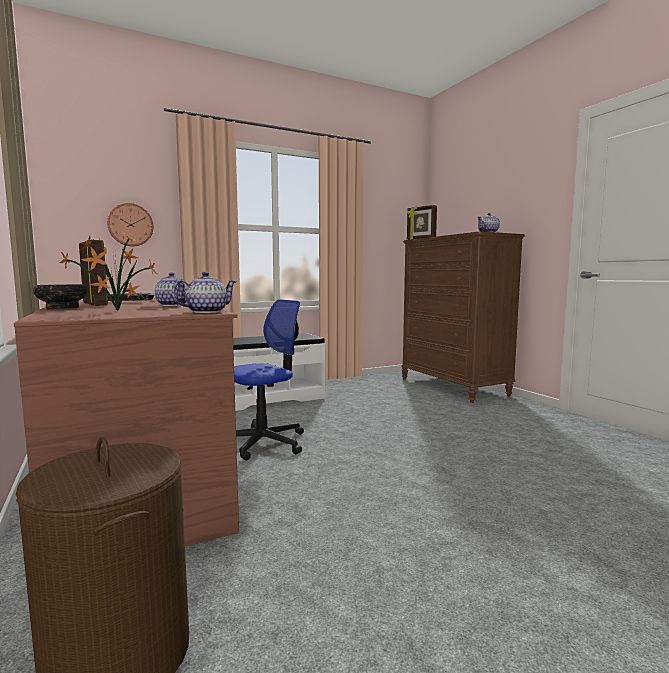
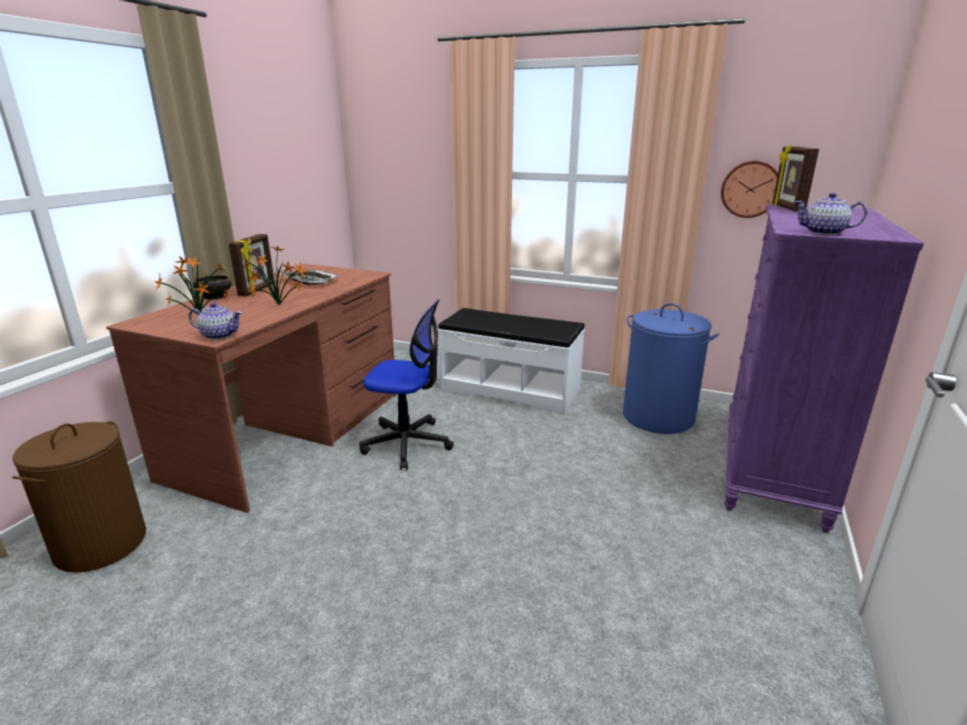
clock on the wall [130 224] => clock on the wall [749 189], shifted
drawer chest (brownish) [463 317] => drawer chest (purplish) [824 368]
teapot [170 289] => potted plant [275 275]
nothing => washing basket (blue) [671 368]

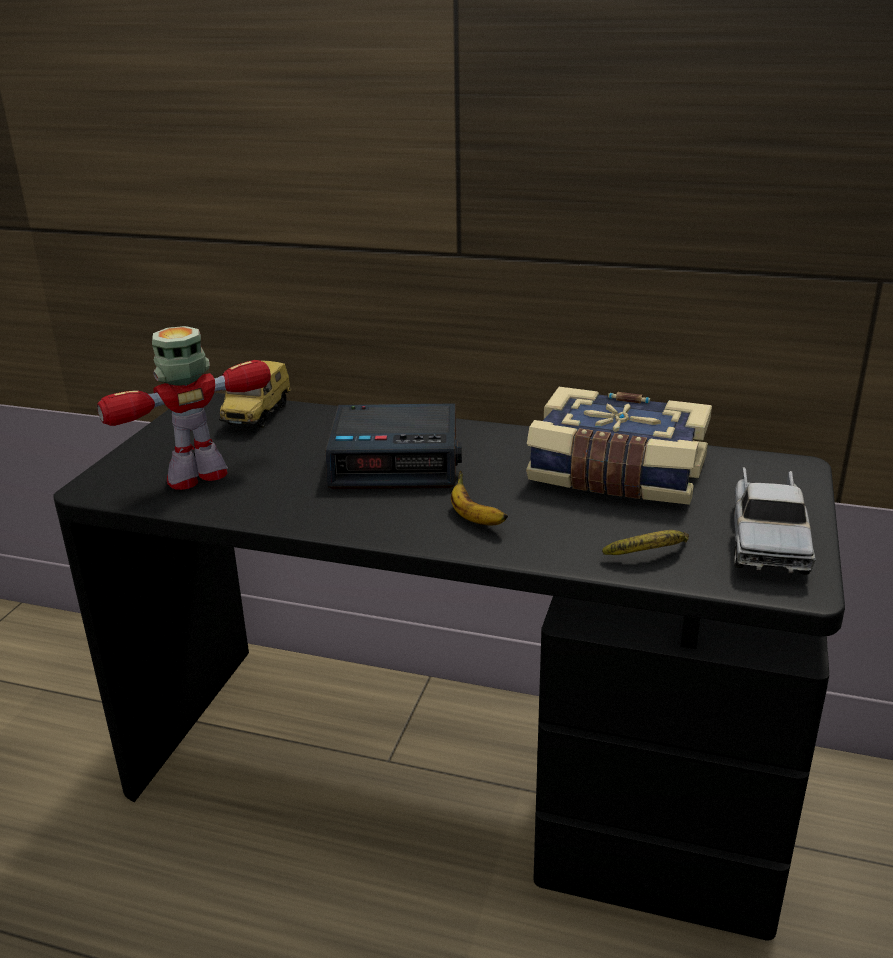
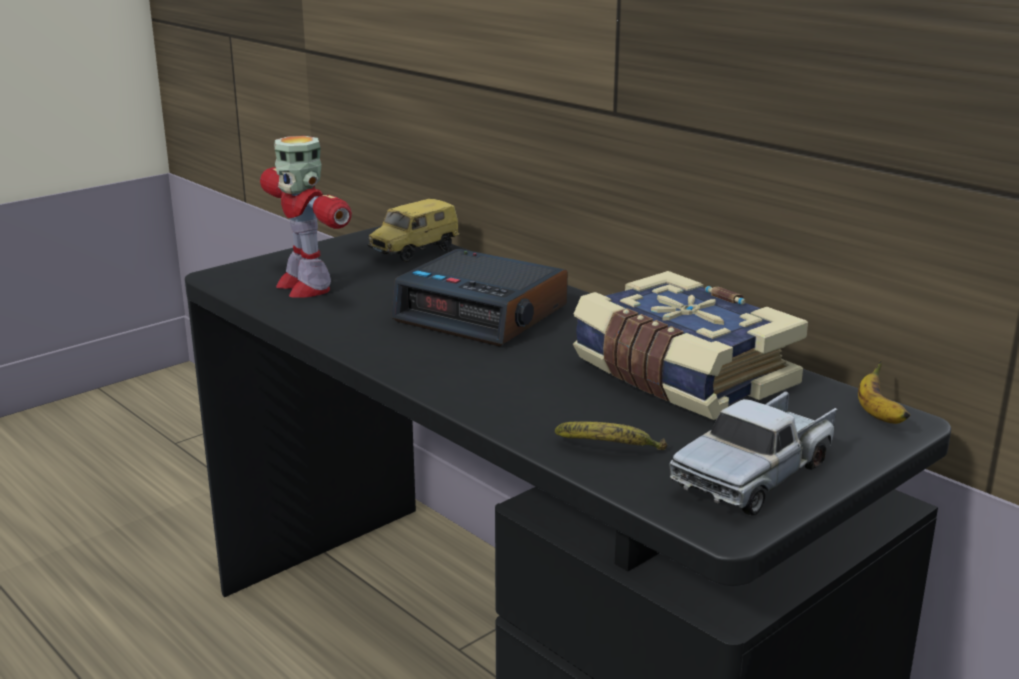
toy robot [184 408] => toy robot [306 217], 120 degrees counterclockwise
whole banana [479 498] => whole banana [884 392], shifted

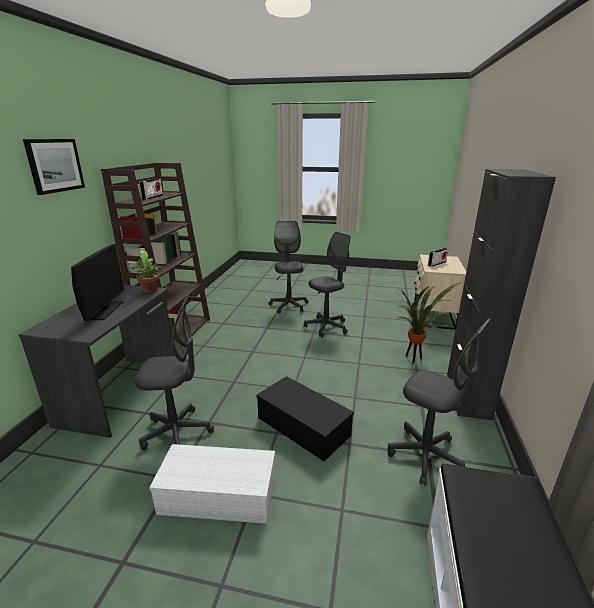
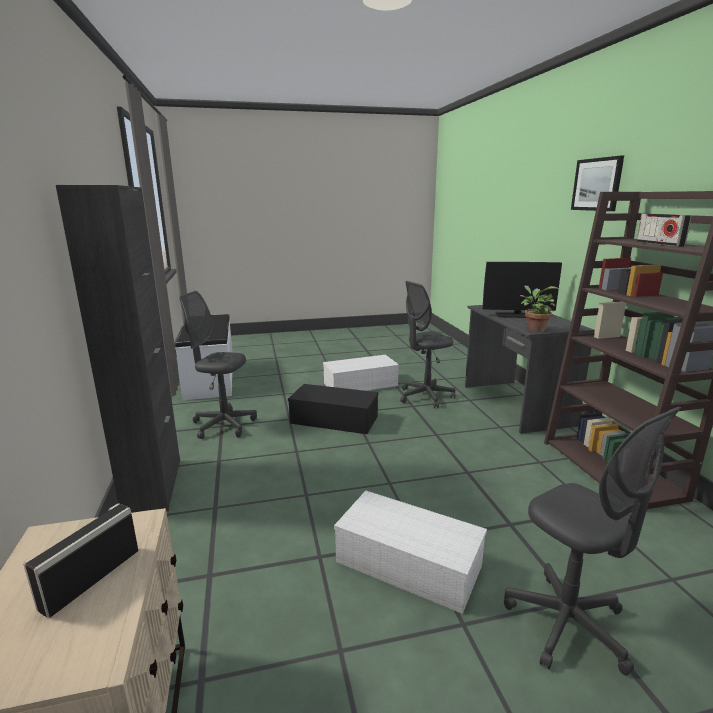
office chair (greyish) [326 285] => storage box (white-coloured) [410 552]
monitor [97 282] => monitor [522 290], 60 degrees counterclockwise
potted plant [428 323] => nothing

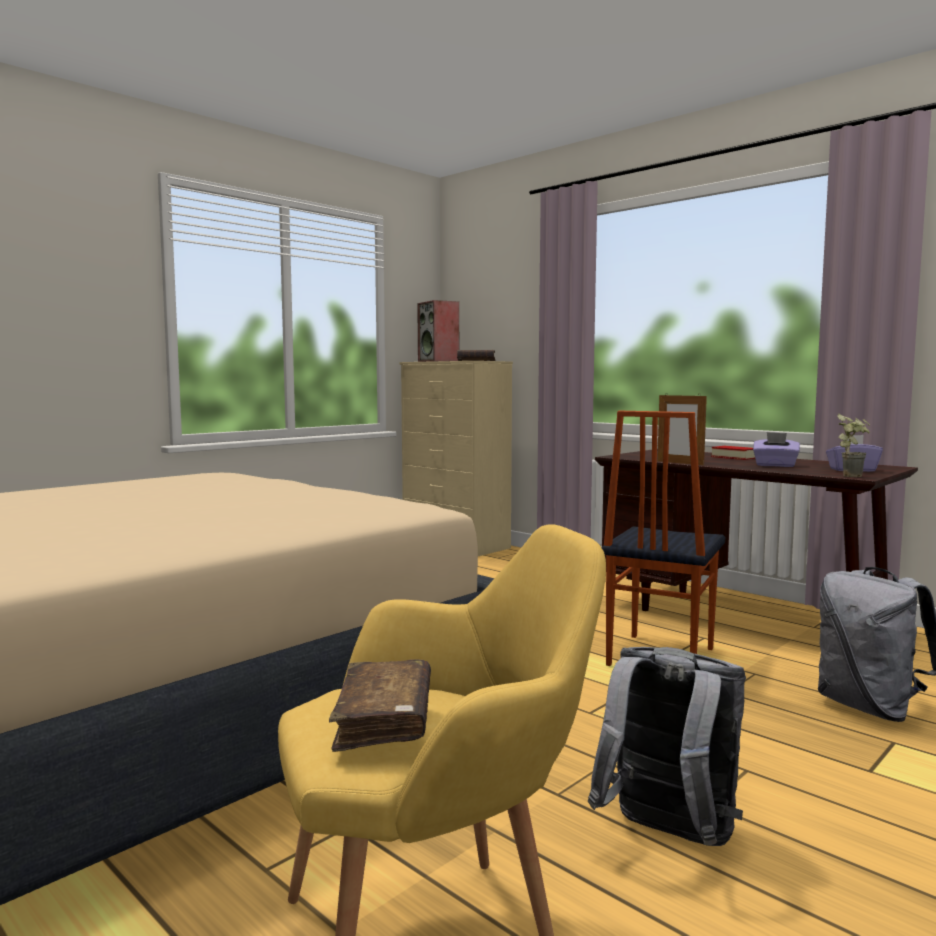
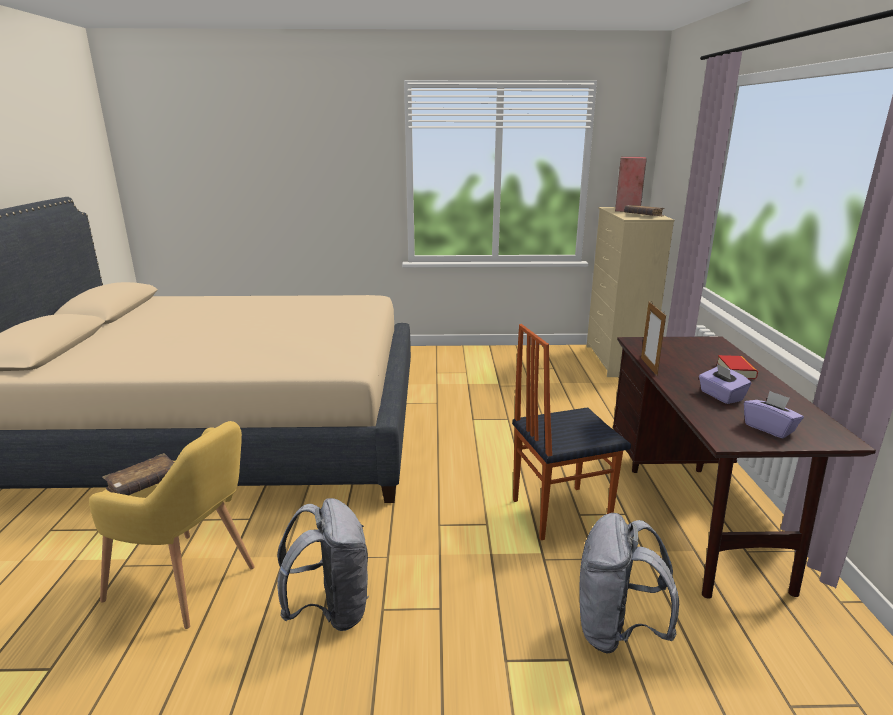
potted plant [853 445] => nothing

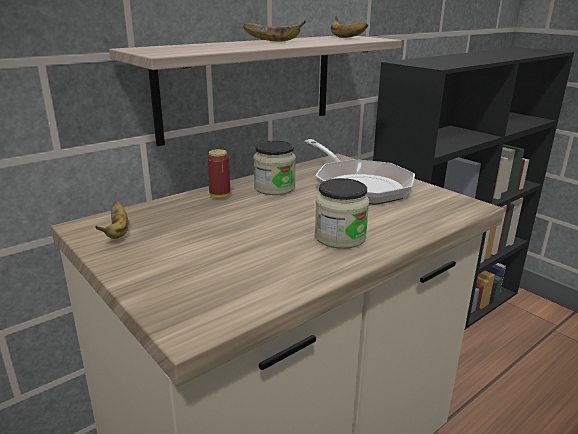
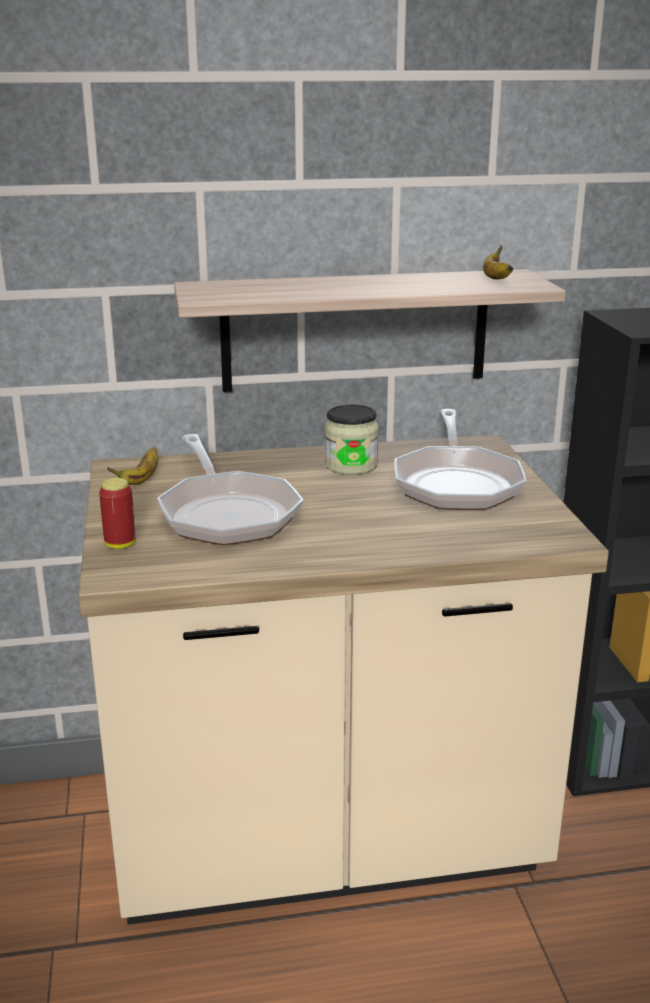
whole banana [274 31] => nothing
sealed can [218 173] => sealed can [117 513], shifted
storage jar [342 213] => nothing
nothing => pan [230 490]

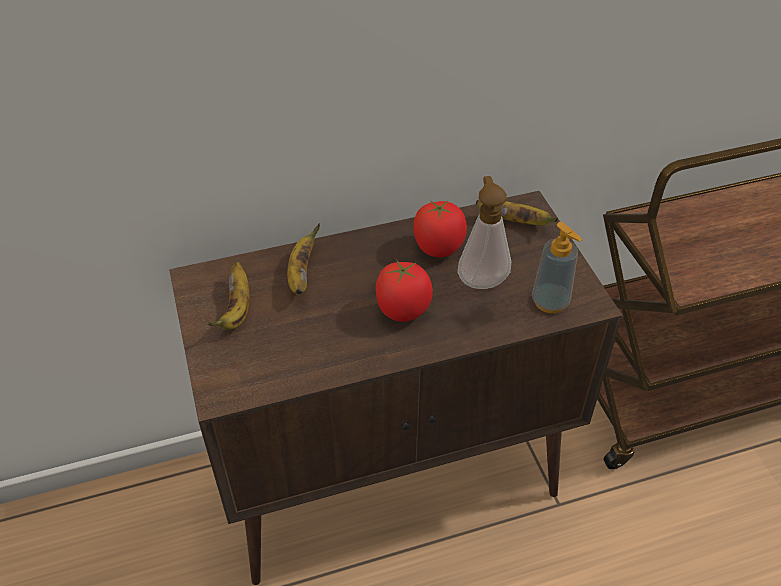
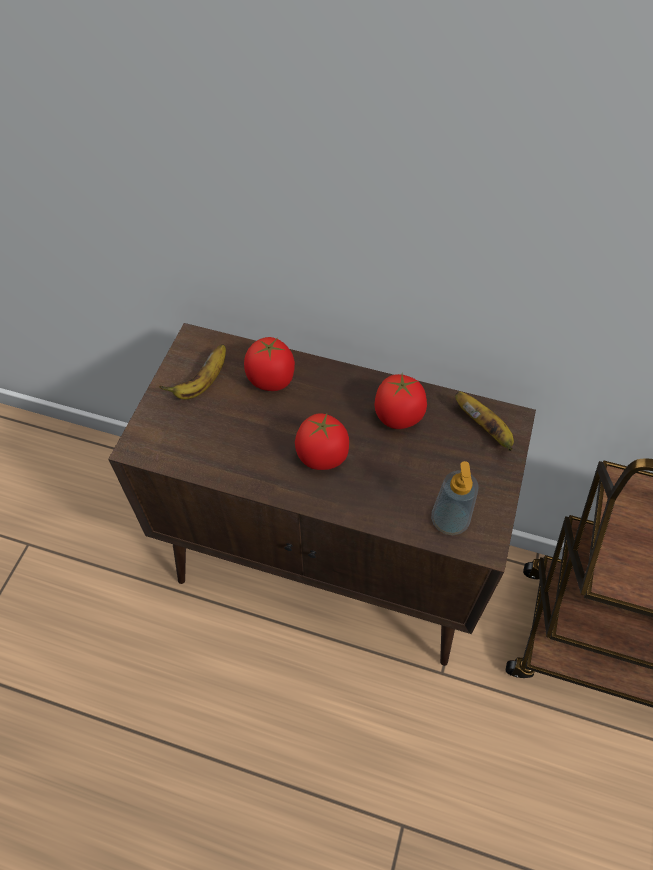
liquid soap bottle [484 232] => nothing
whole banana [303 259] => fresh tomato [269 364]

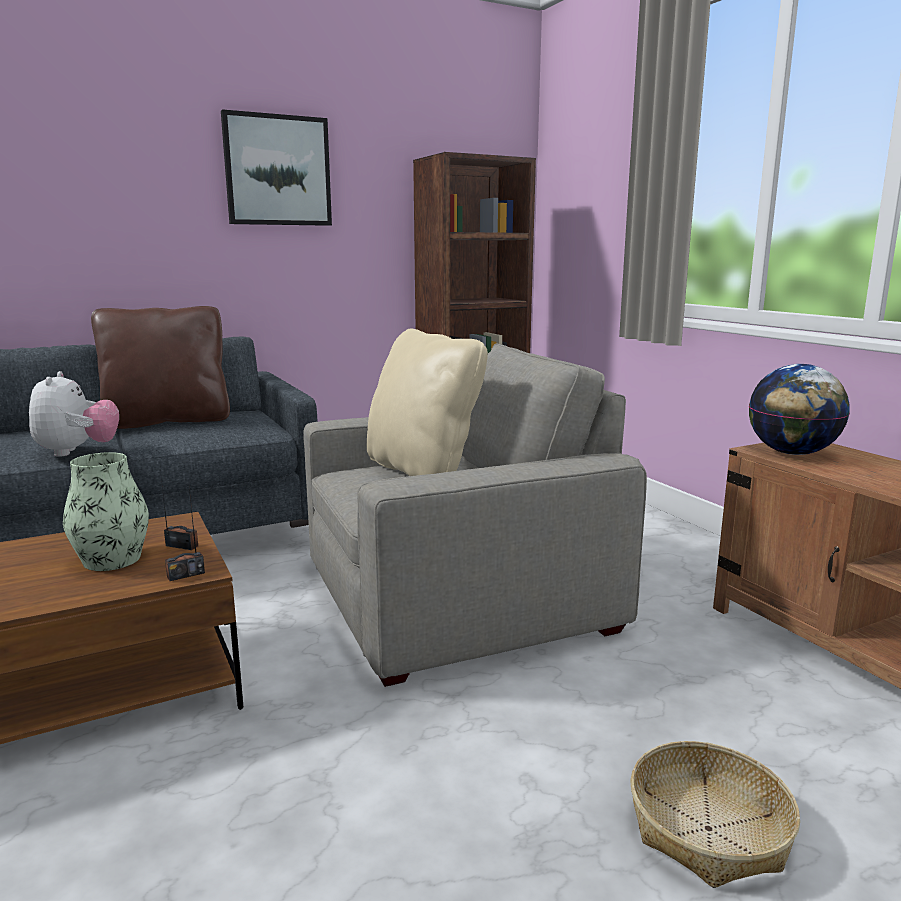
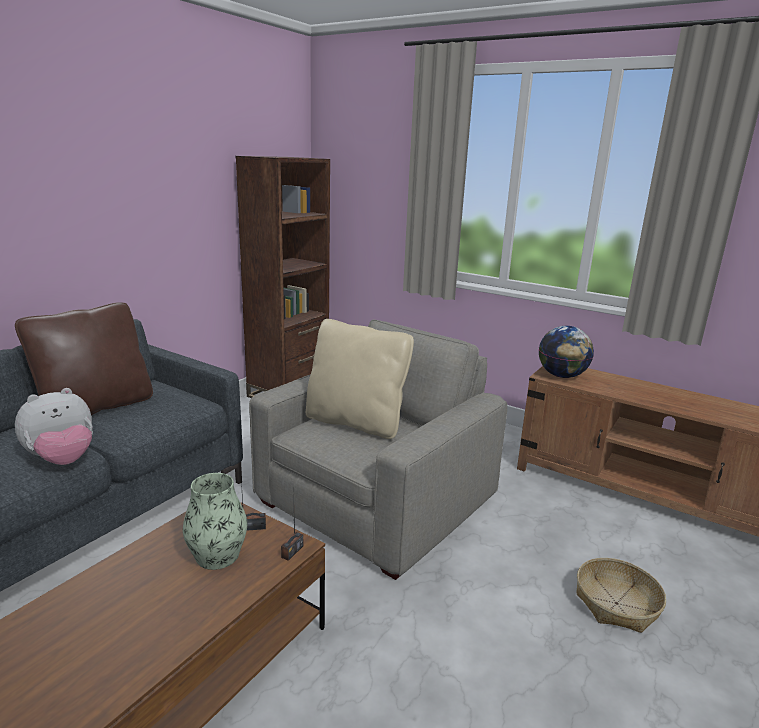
picture [276 167] => nothing
soft toy [74 414] => soft toy [54 426], 90 degrees clockwise

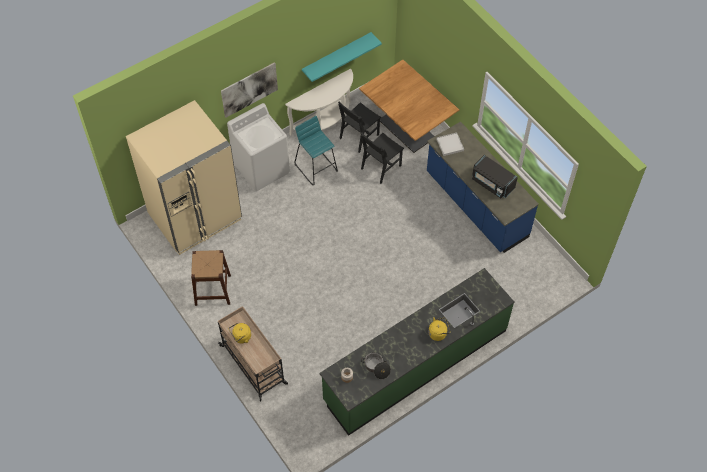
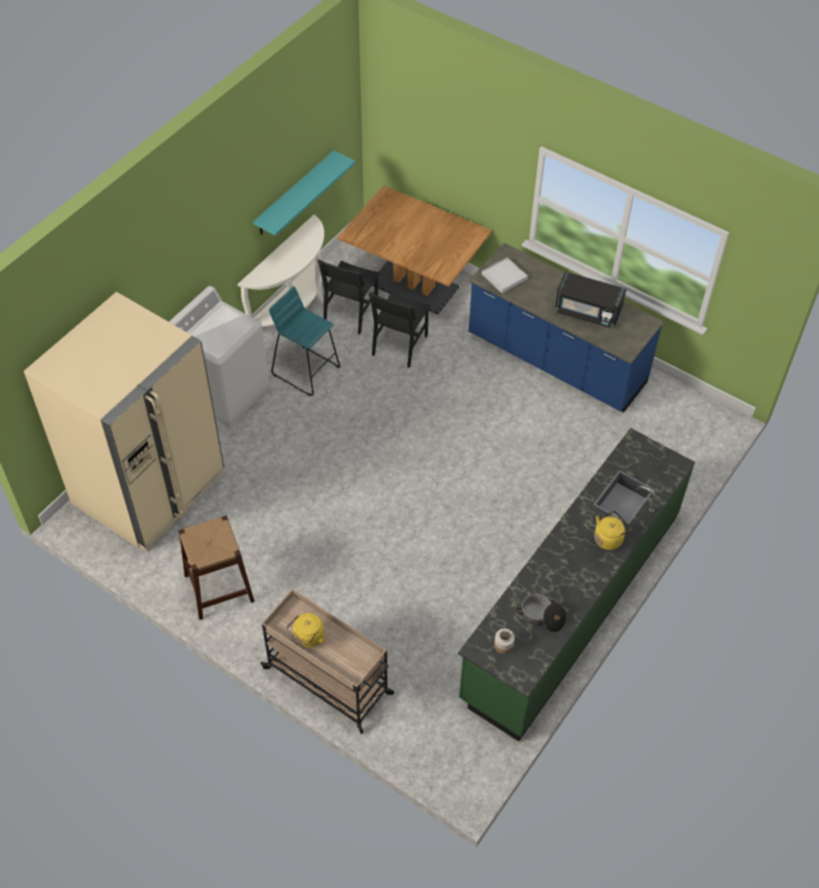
picture [249 90] => nothing

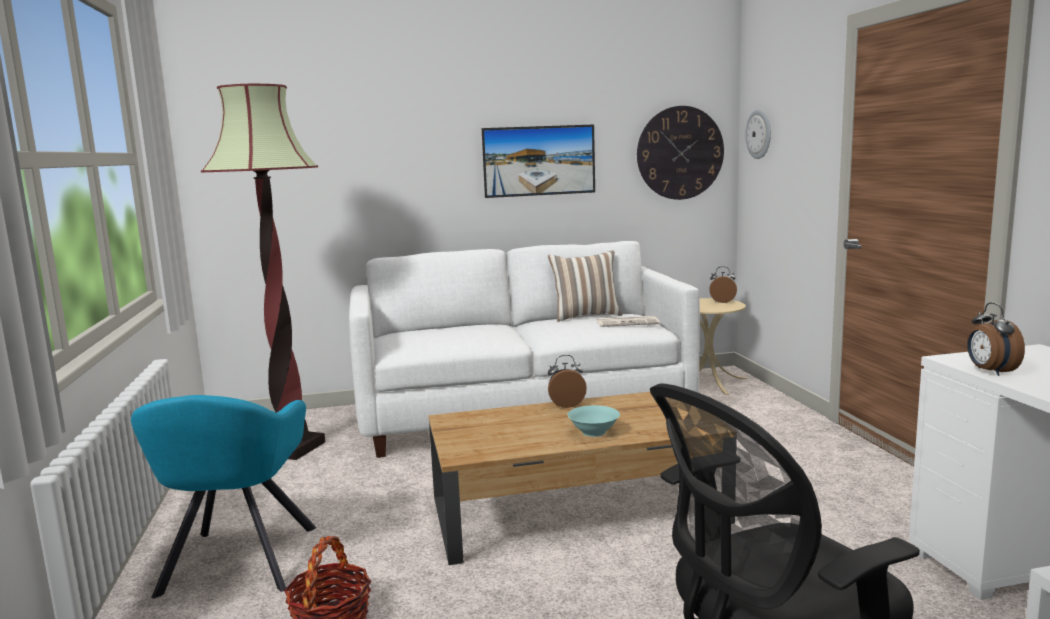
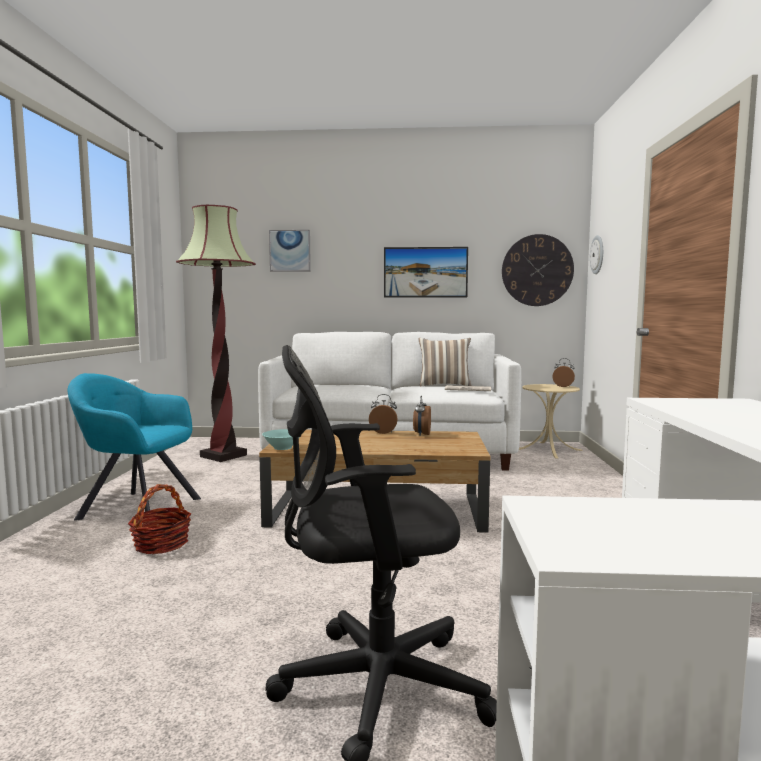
alarm clock [996 339] => alarm clock [422 415], shifted
lounge chair (blue-green) [223 497] => lounge chair (blue-green) [134 447], 90 degrees clockwise
serving bowl (blue-green) [593 421] => serving bowl (blue-green) [282 439], shifted
nothing => picture [290 251]

